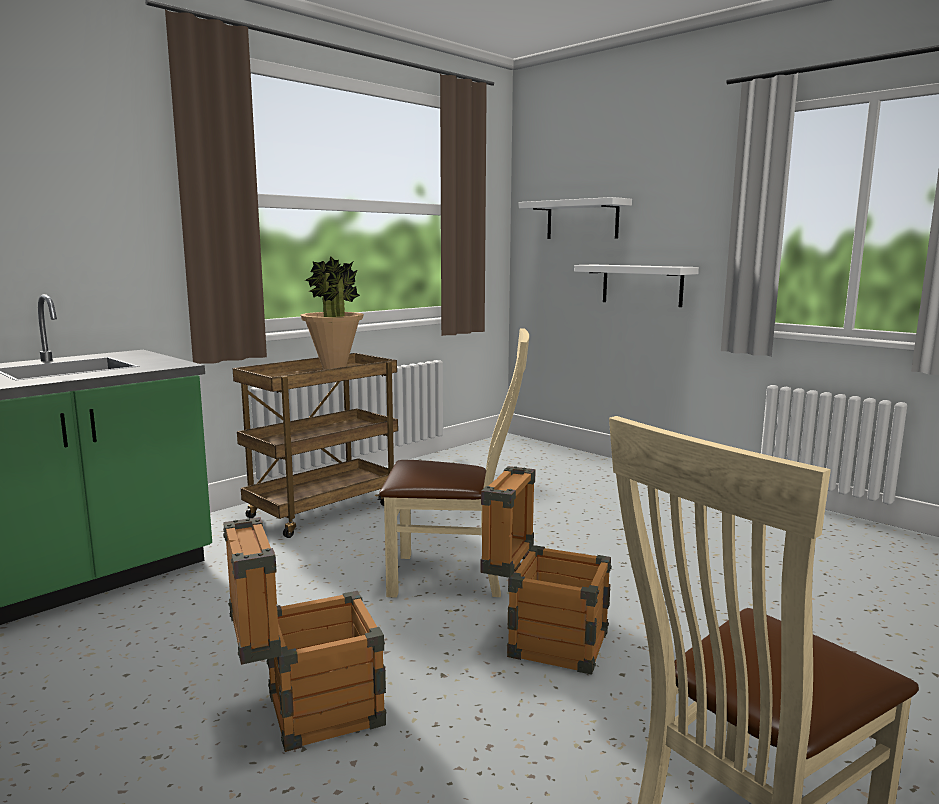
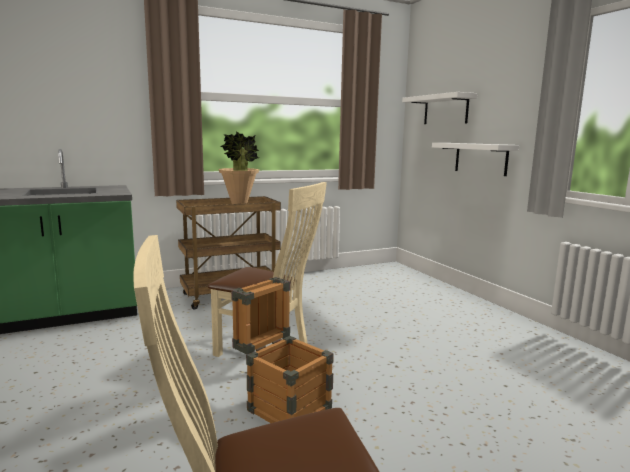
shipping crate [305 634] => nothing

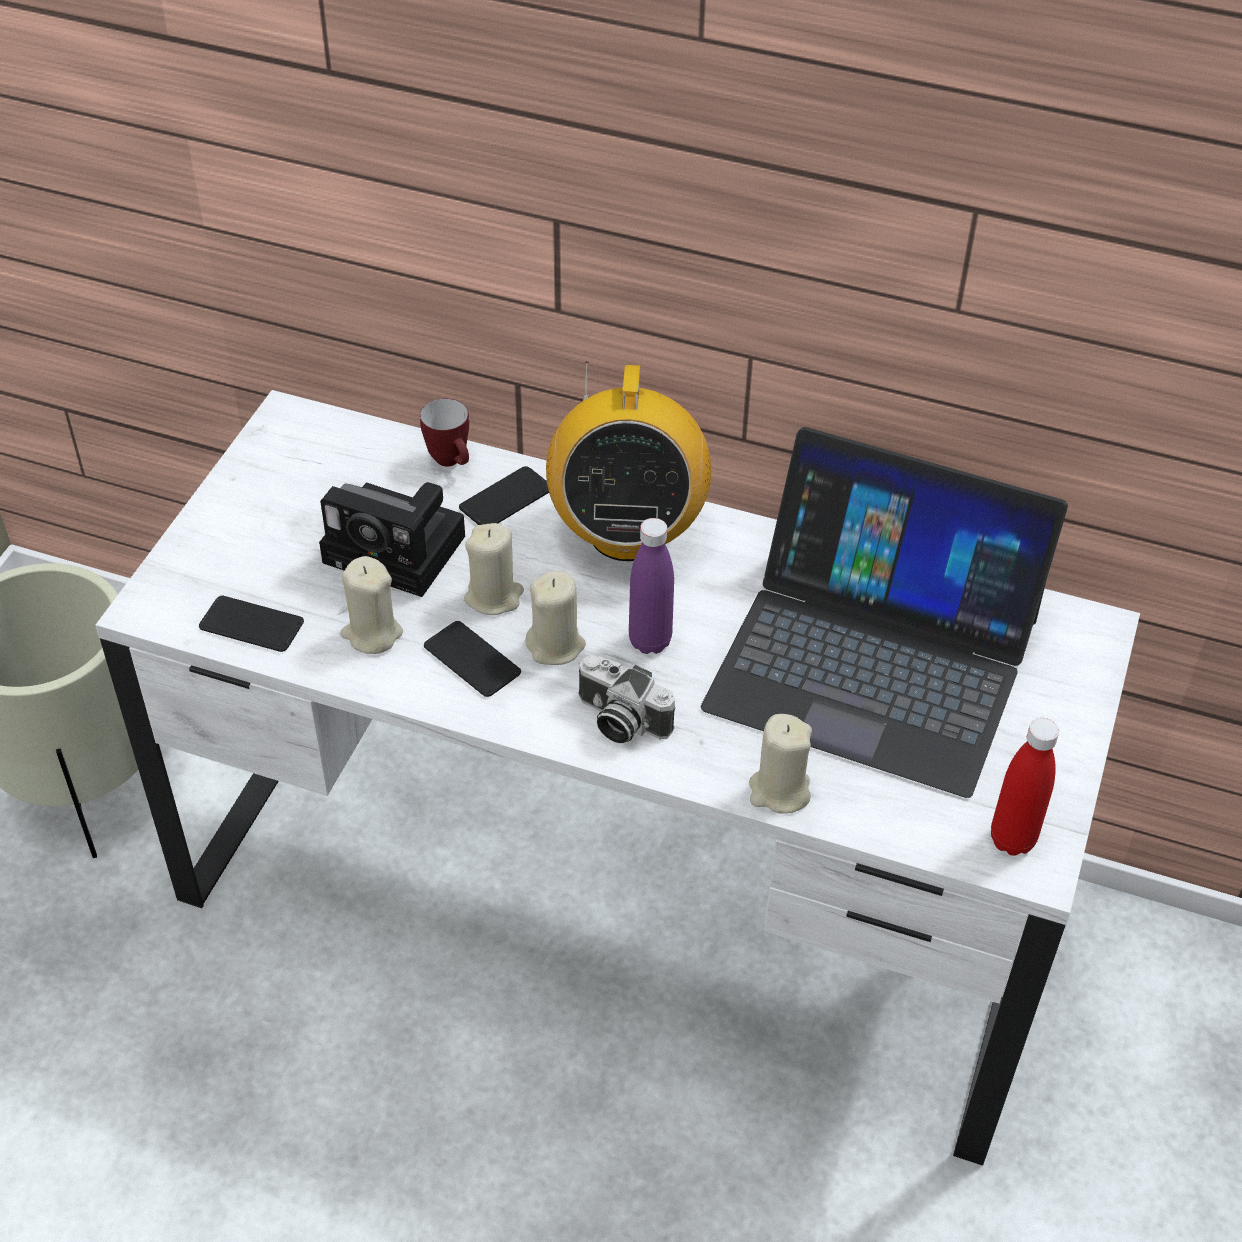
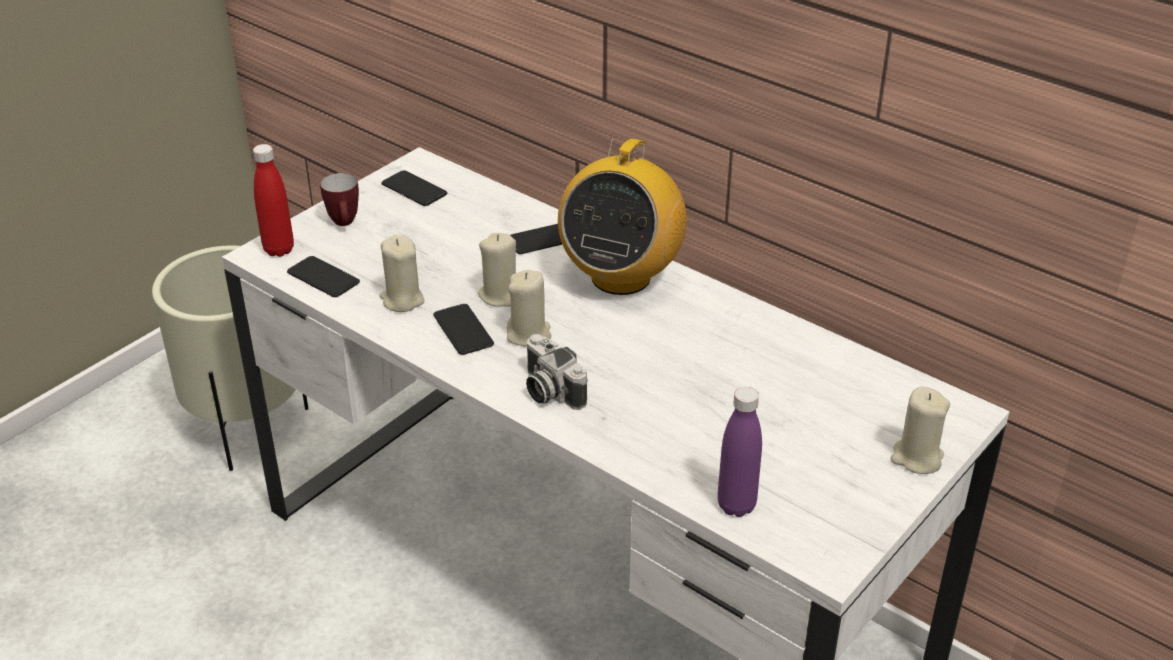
tea mug [444 432] => tea mug [339 199], shifted
portable computer [884 612] => nothing
still camera [392 539] => nothing
drink bottle (purplish) [651 586] => drink bottle (purplish) [739 452], shifted
wax light (sand-coloured) [780 764] => wax light (sand-coloured) [920 430], shifted
drink bottle (reddish) [1025 787] => drink bottle (reddish) [273 200], shifted
nothing => telephone [414 188]

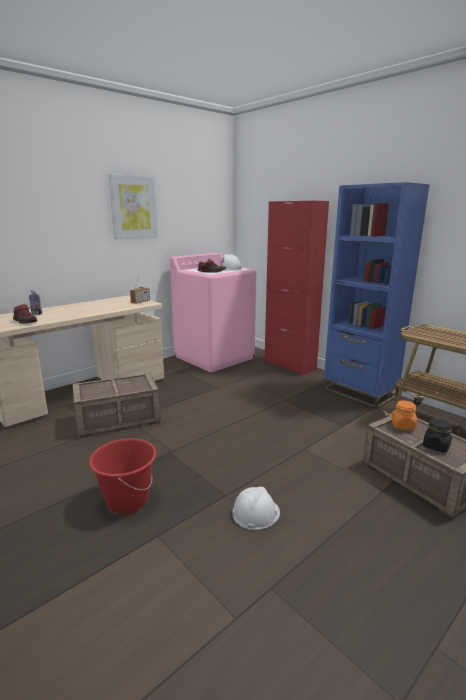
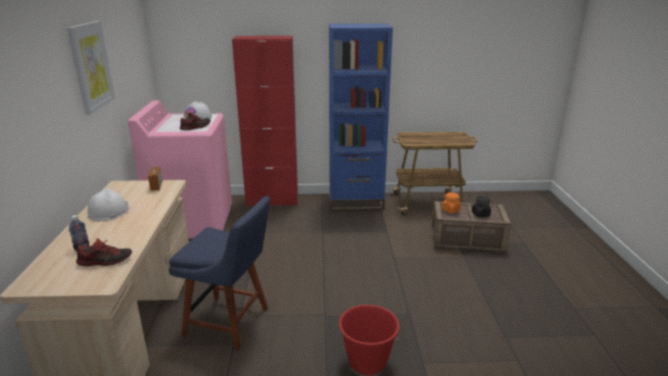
shipping crate [117 405] => chair (blue) [219 273]
safety helmet (white-coloured) [256 508] => safety helmet (white-coloured) [109 204], shifted

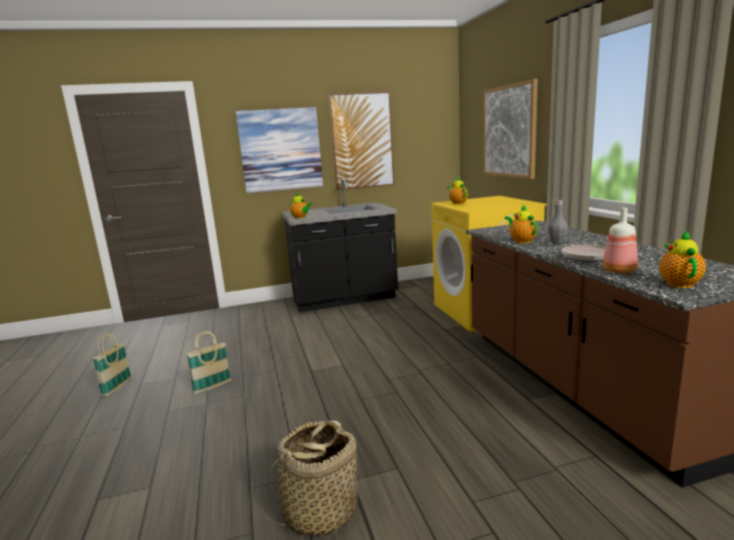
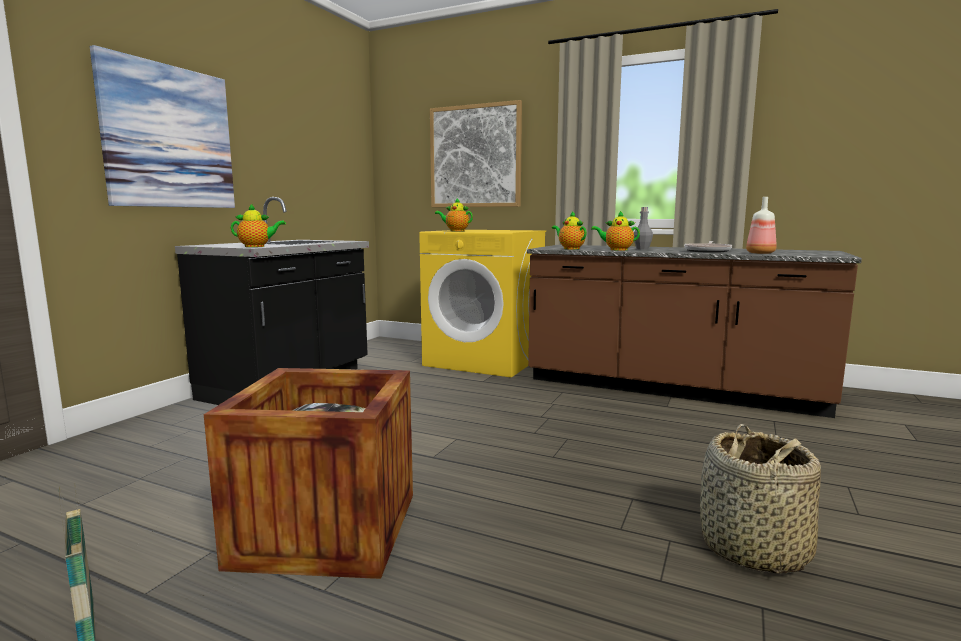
picture [361 140] => nothing
teapot [682 259] => teapot [569 230], shifted
household basket [209 362] => shipping crate [308 473]

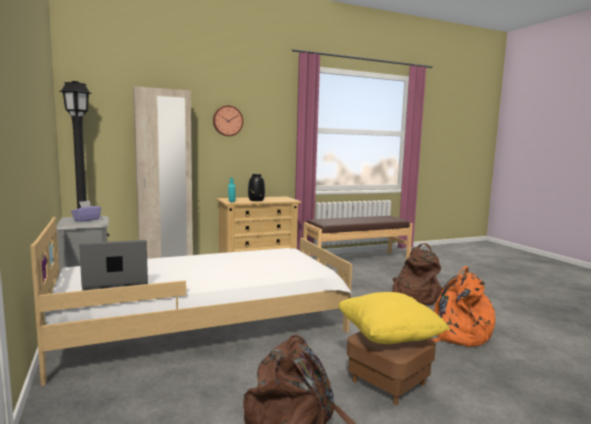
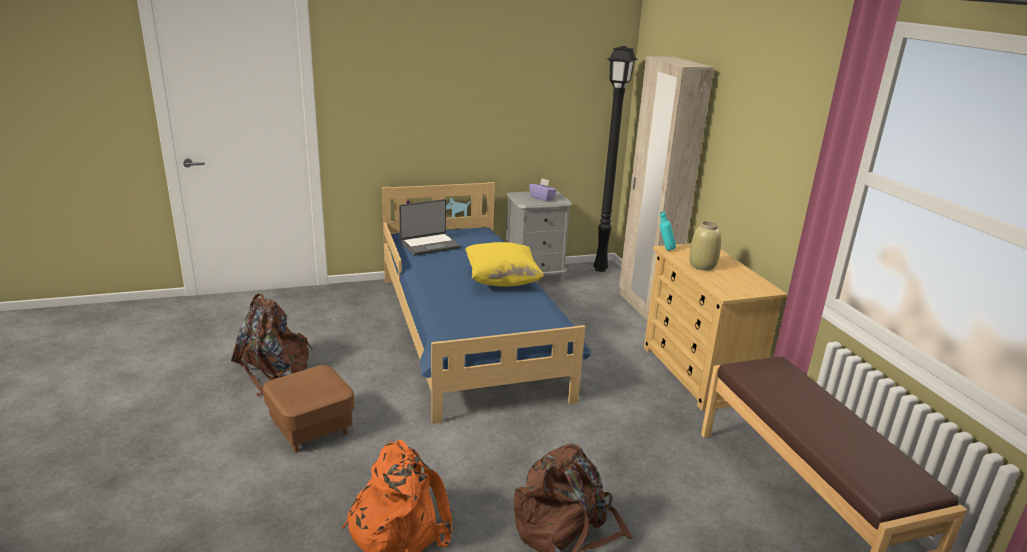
clock on the wall [228 120] => nothing
decorative vase (blackish) [256 187] => decorative vase (sand-coloured) [705 246]
bed (white-coloured) [191 301] => bed (blue) [486 303]
portable computer [113 265] => portable computer [430 227], 75 degrees clockwise
cushion (yellow-coloured) [394 318] => cushion (yellow-coloured) [504 264], shifted

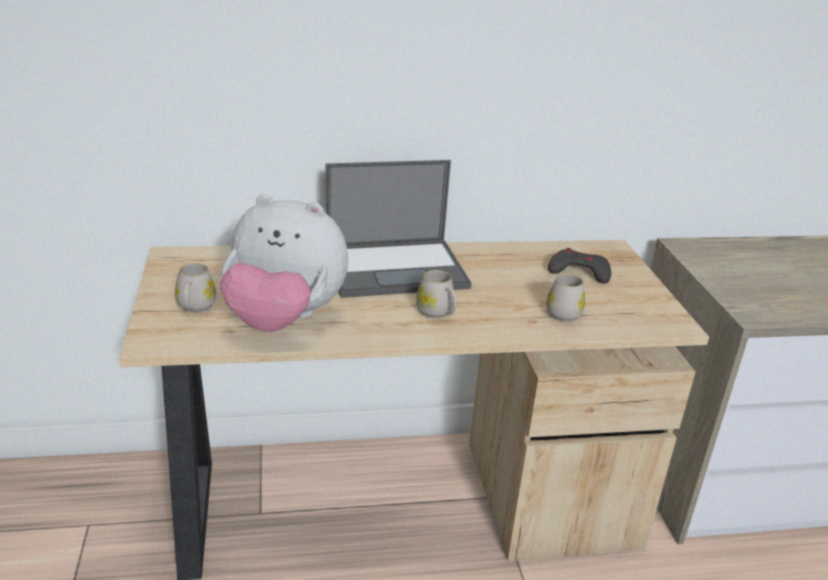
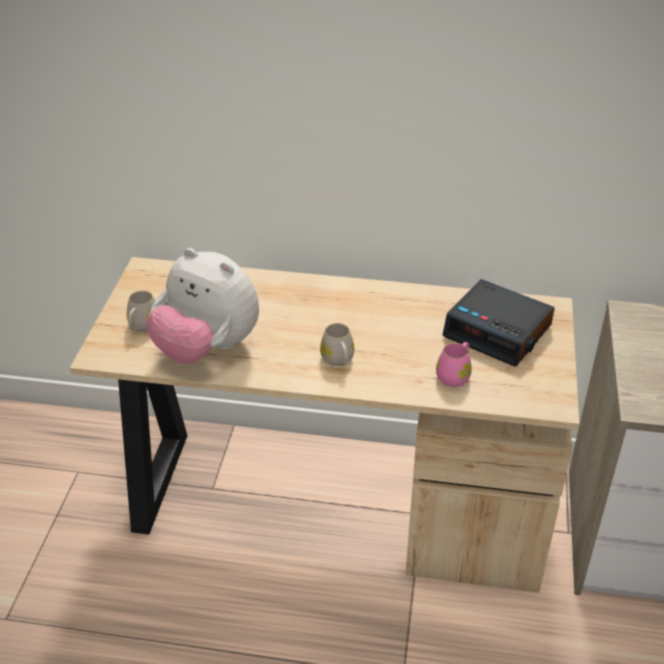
portable computer [398 229] => nothing
gamepad (greyish) [579 266] => alarm clock [498 322]
tea mug (white-coloured) [565 298] => tea mug (pink) [454 364]

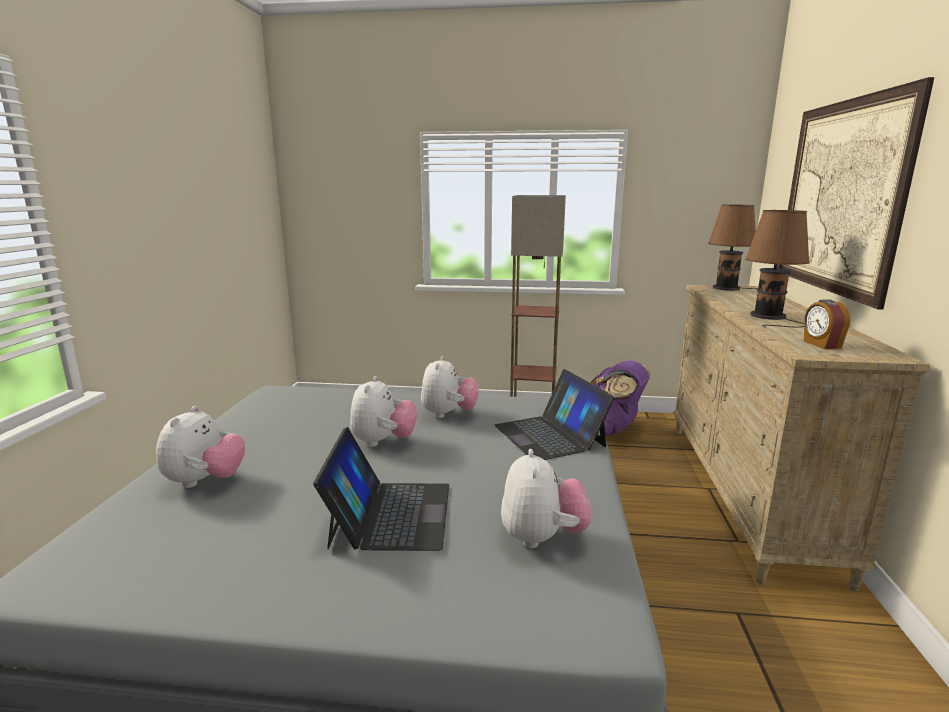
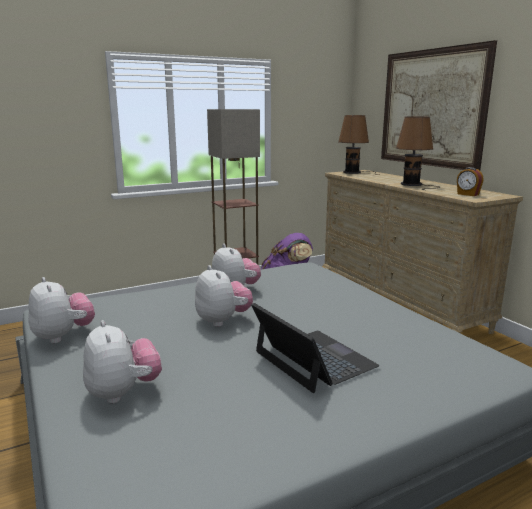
portable computer [554 414] => nothing
soft toy [546 498] => soft toy [61 310], shifted

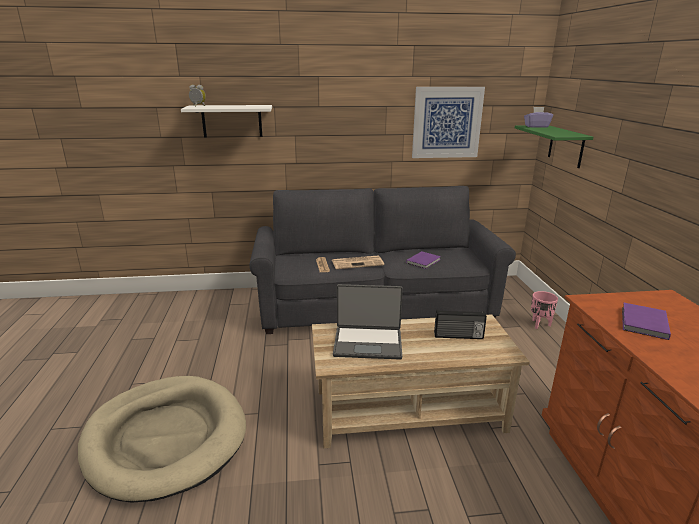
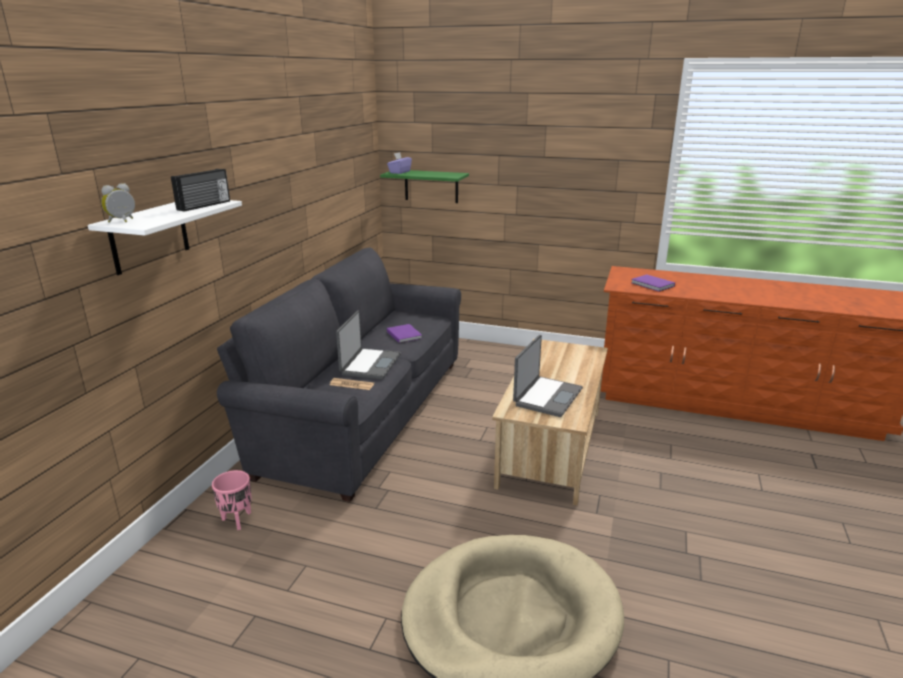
picture [448 122] => nothing
newspaper [358 262] => portable computer [368 344]
plant pot (pink) [544 310] => plant pot (pink) [232 500], shifted
radio [460 324] => radio [200 190], shifted

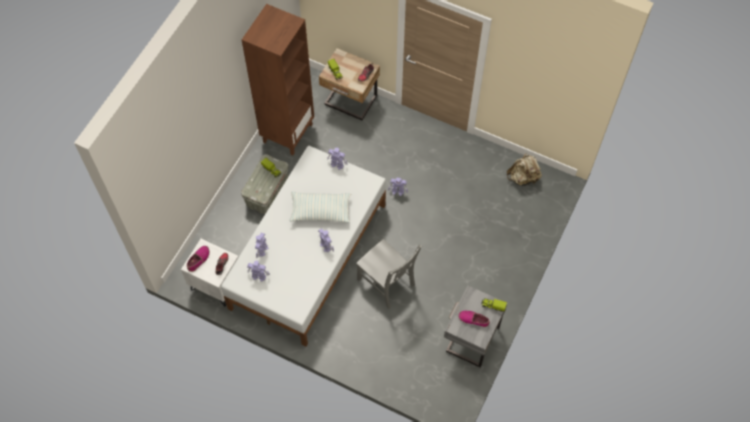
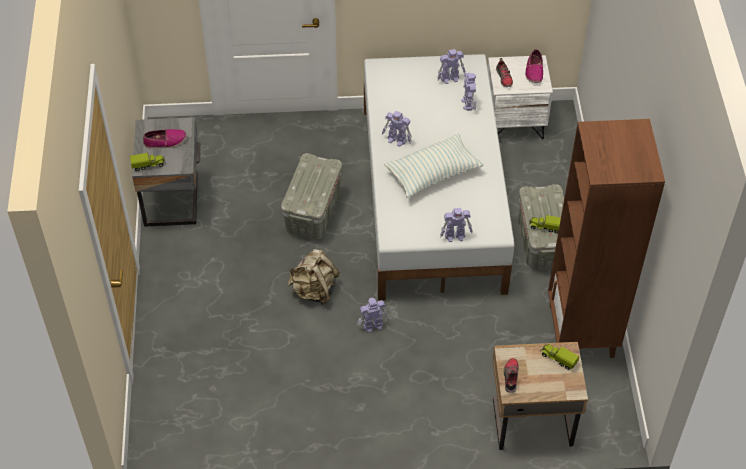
knapsack (sand-coloured) [524 169] => knapsack (sand-coloured) [314 277], shifted
chair (greyish) [389 274] => storage box (greyish) [311 196]

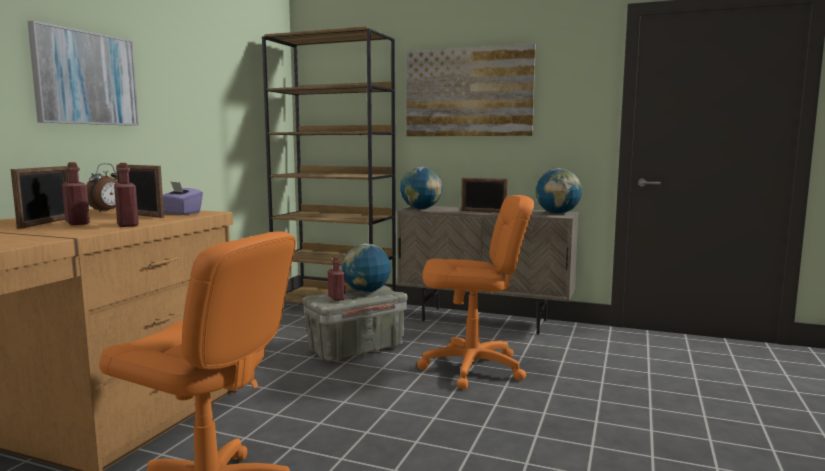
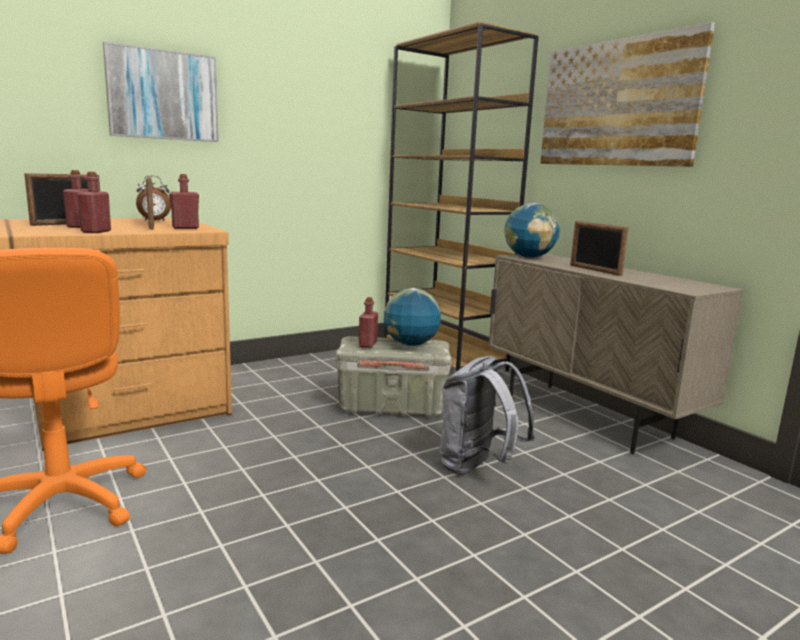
world globe [559 191] => nothing
box of tissues (purplish) [183 198] => drink bottle (reddish) [184 201]
office chair (orange-coloured) [475 292] => knapsack (greyish) [487 415]

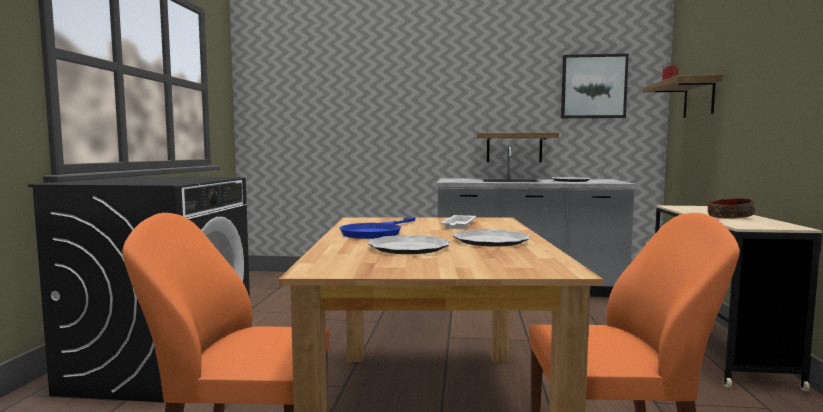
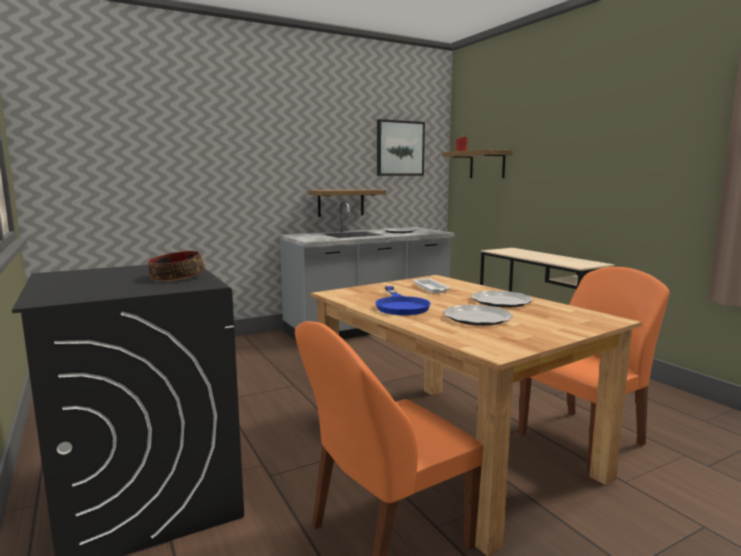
serving bowl [731 208] => serving bowl [176 266], shifted

